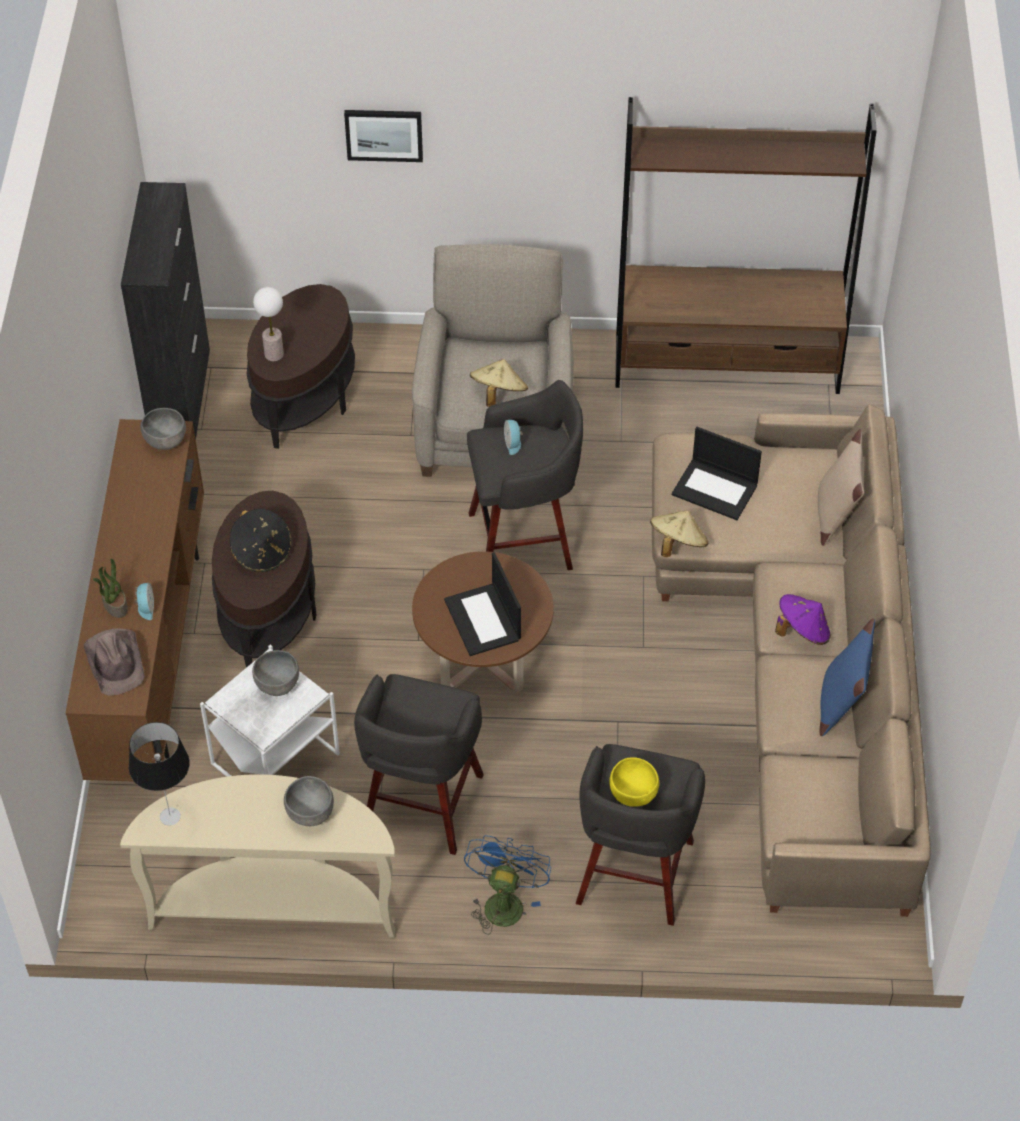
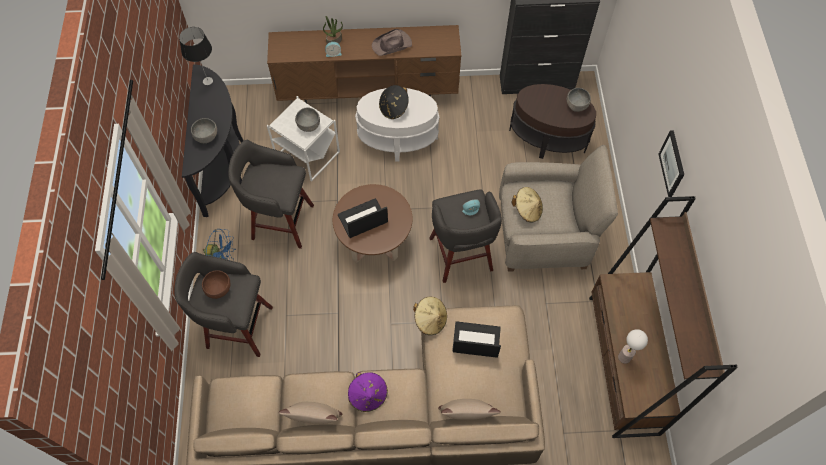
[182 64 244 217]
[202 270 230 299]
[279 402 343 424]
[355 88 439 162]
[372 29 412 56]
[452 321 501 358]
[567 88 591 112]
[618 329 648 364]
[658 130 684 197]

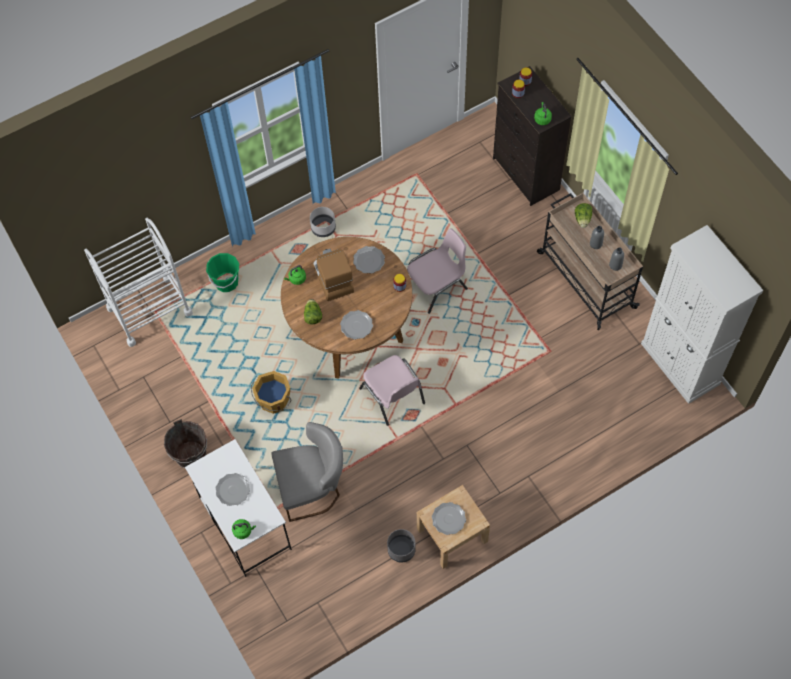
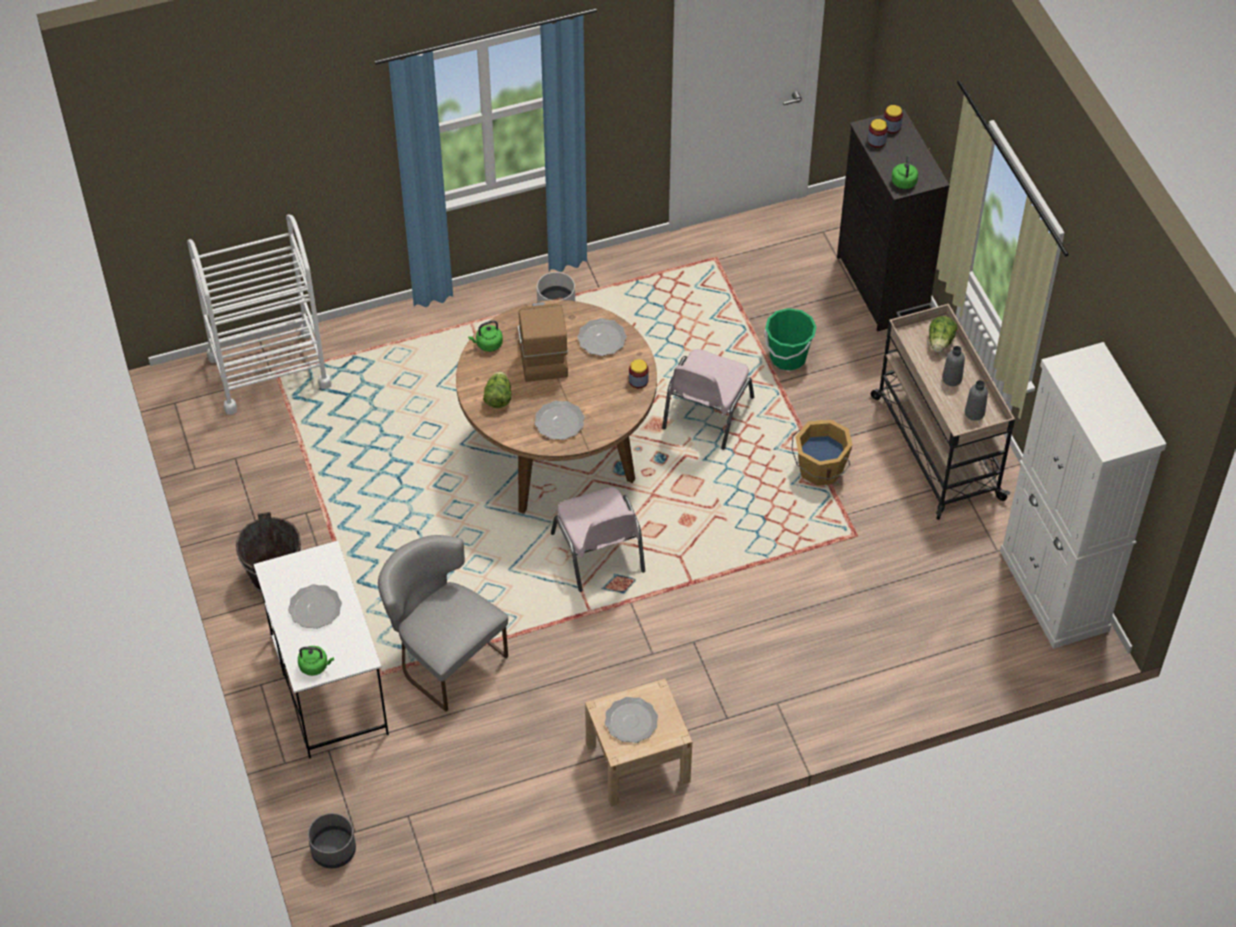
[308 813 356 868]
[378 535 508 712]
[662 349 754 450]
[764 308 817 371]
[792 420 852 486]

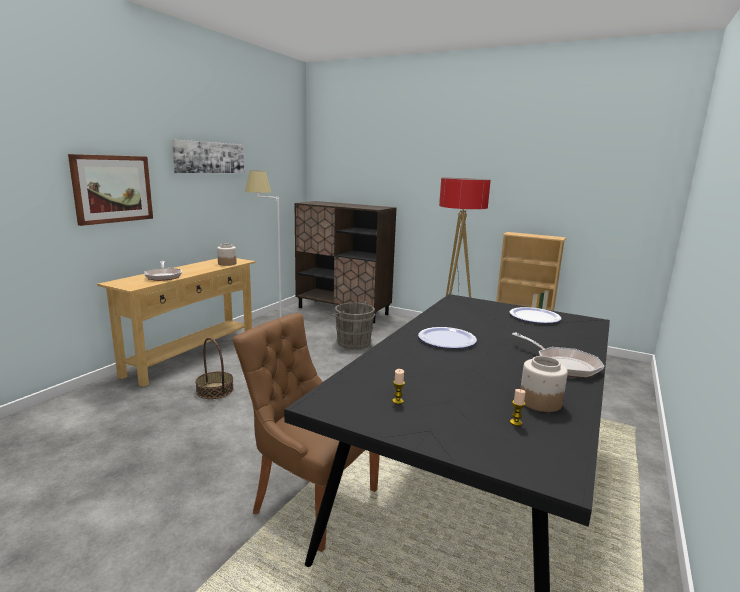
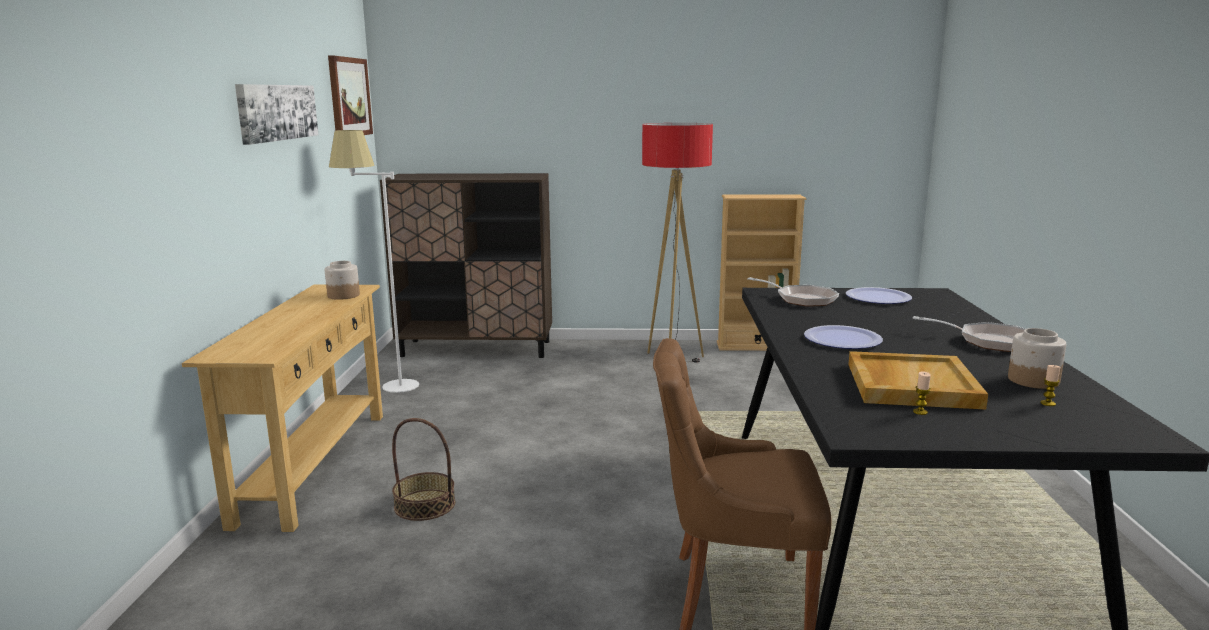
[328 55 373 135]
[747 277 839 306]
[848 351 988 410]
[329 302 375 349] (first image)

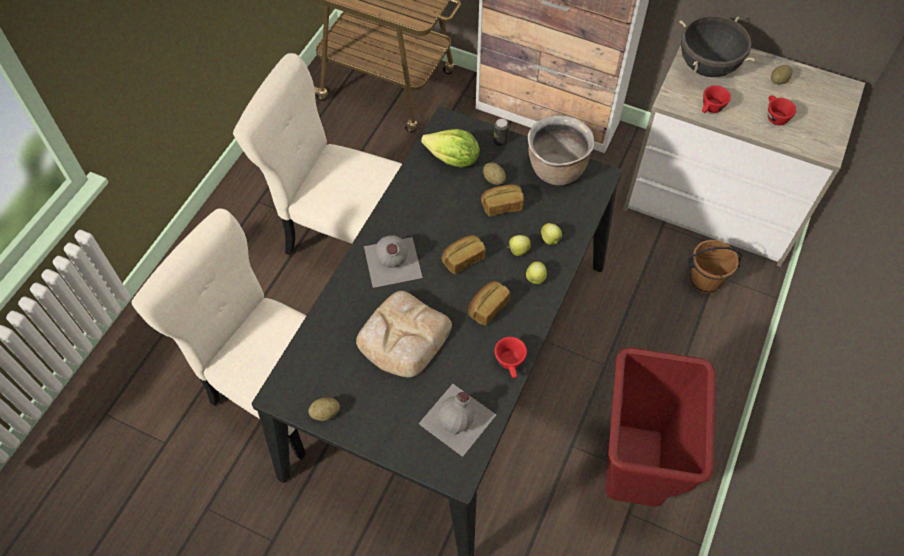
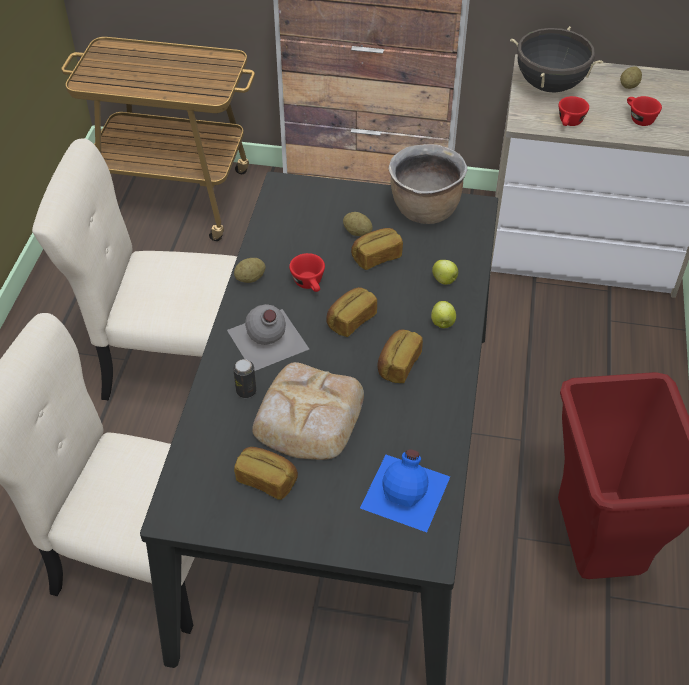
[233 359 256 398]
[234 258 265 283]
[234 447 298 500]
[289 253 325 292]
[360 449 450 532]
[421 129 480 168] (first image)
[507 235 531 256] (first image)
[688 240 743 294] (first image)

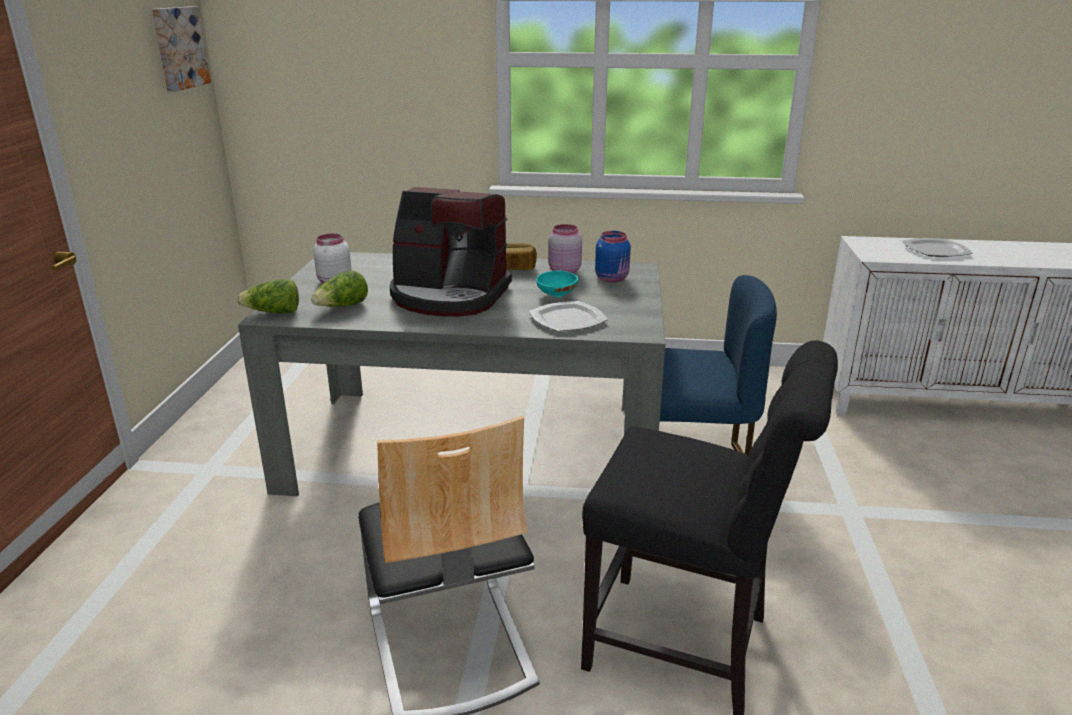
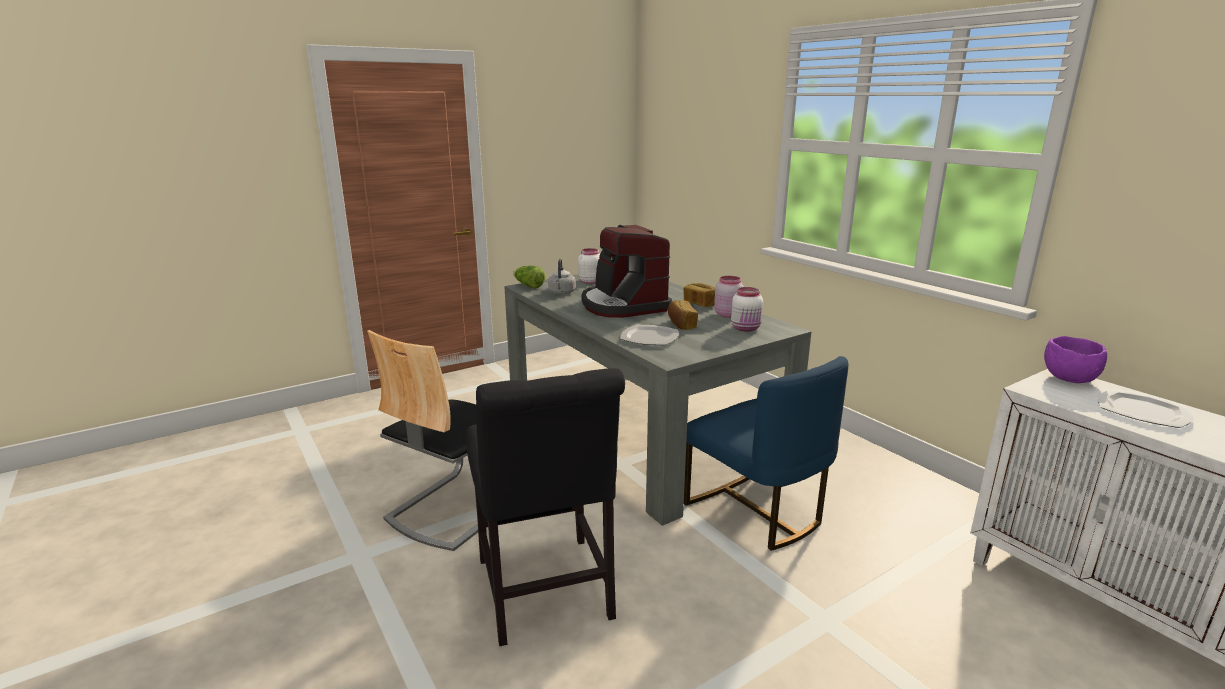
[548 259 576 295]
[668 300 698 330]
[731 287 763 332]
[1044 336 1107 383]
[152 6 211 92] (first image)

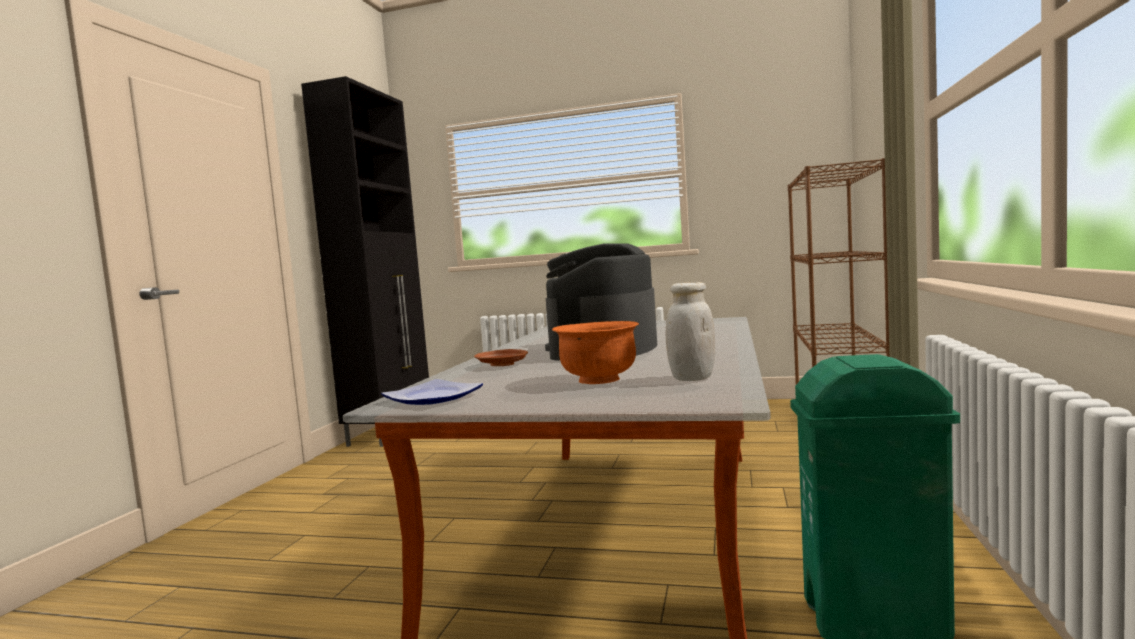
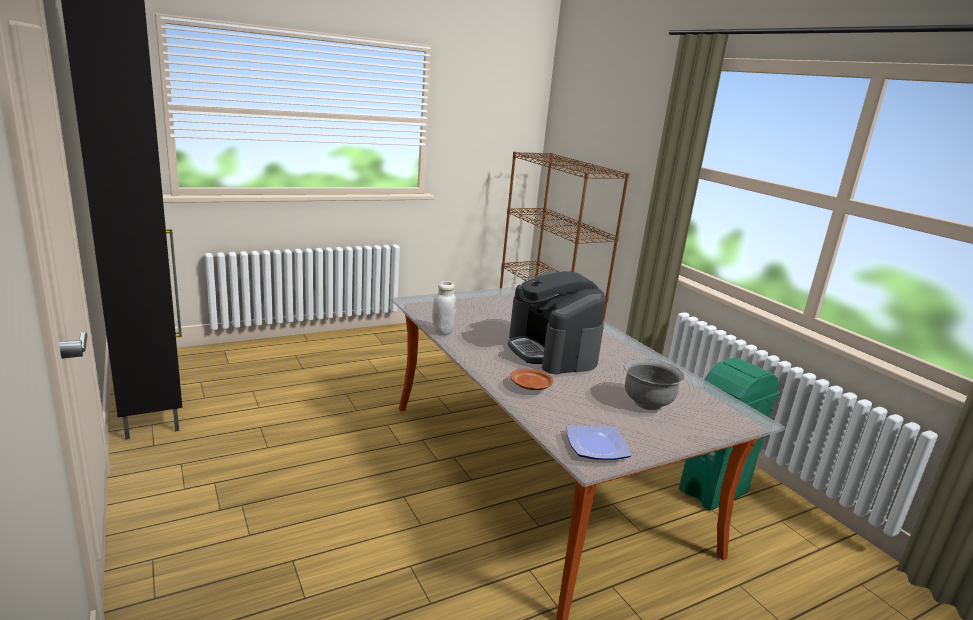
[432 281 456 335]
[624 358 685 410]

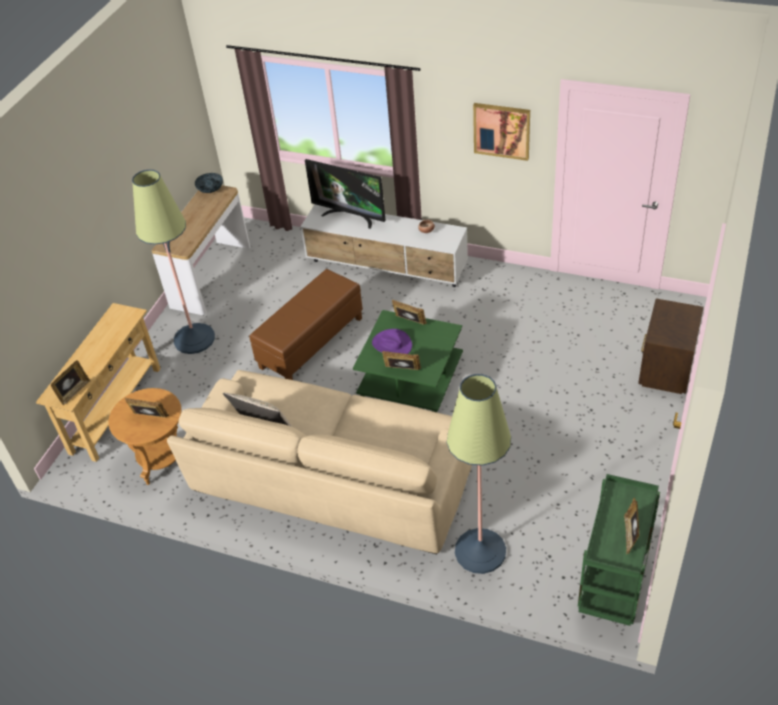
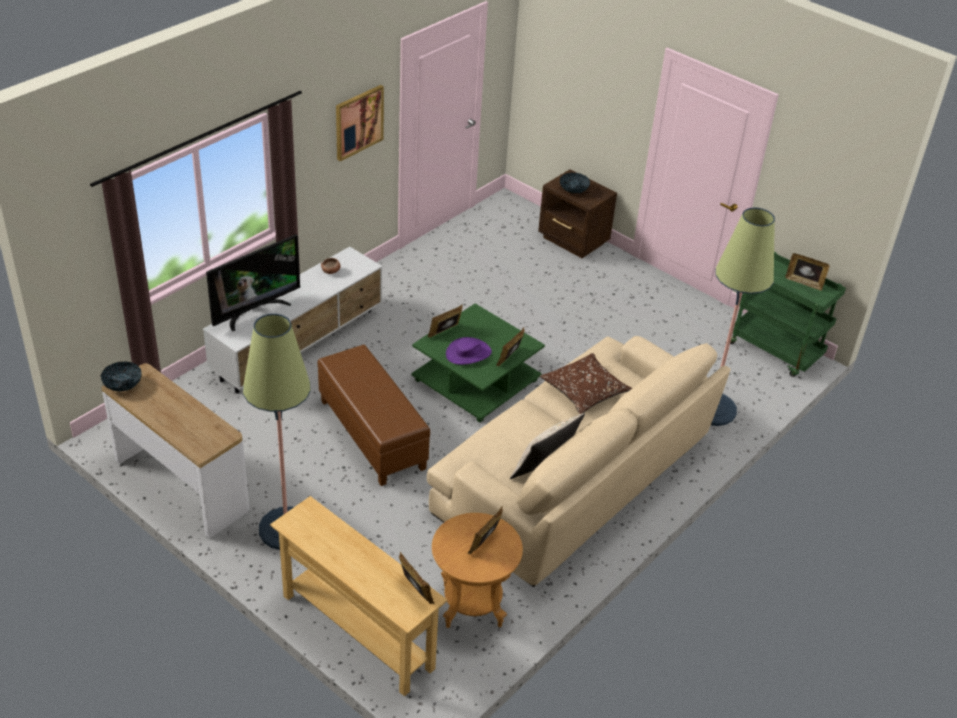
[540 353 632 414]
[560 173 590 193]

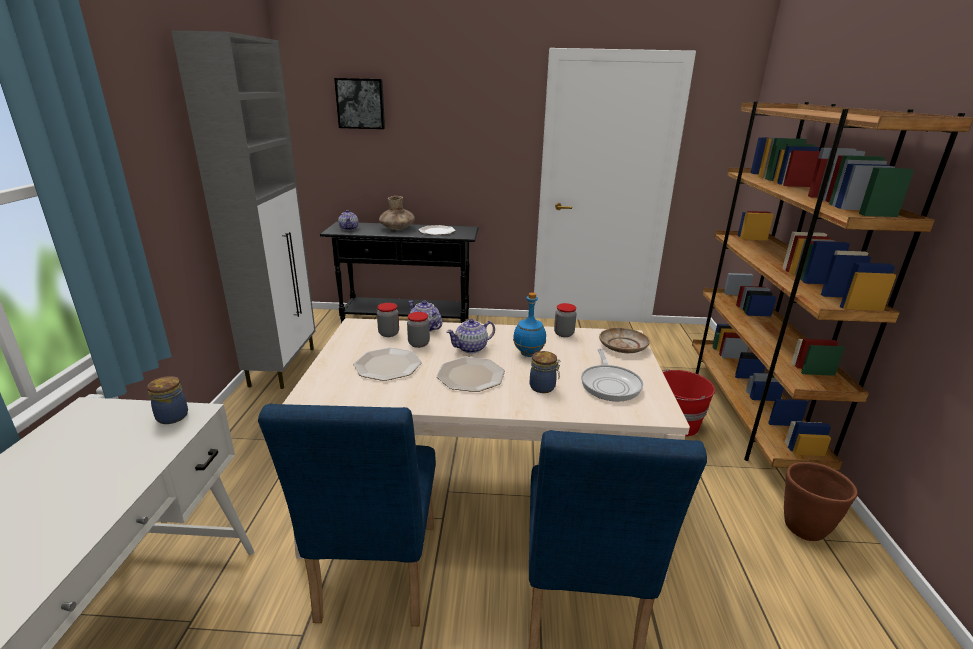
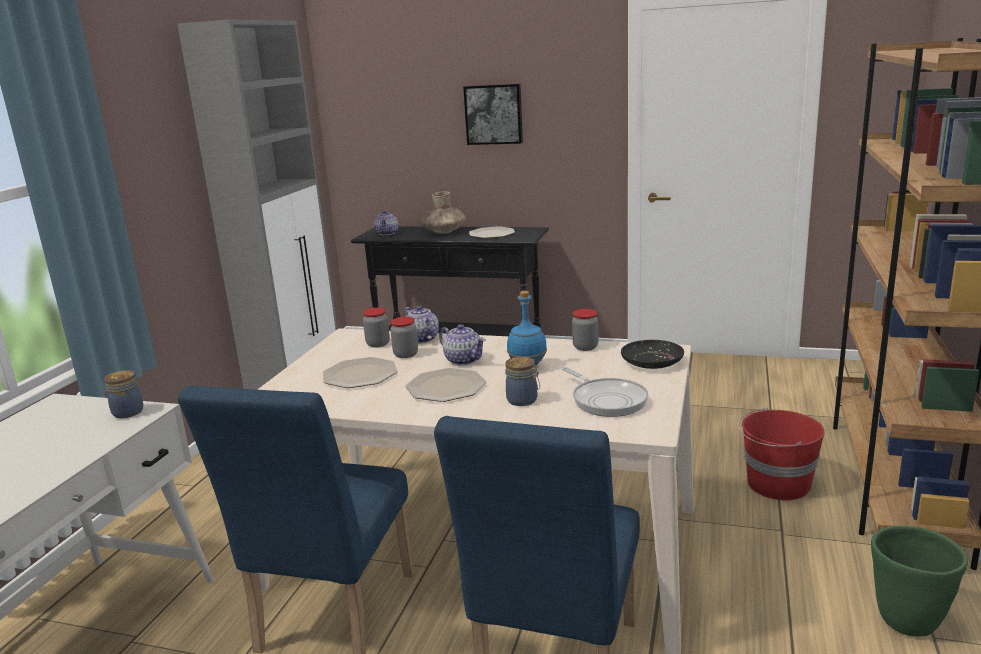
[439 324 486 365]
[463 84 523 145]
[562 367 648 417]
[621 340 684 369]
[871 526 968 637]

